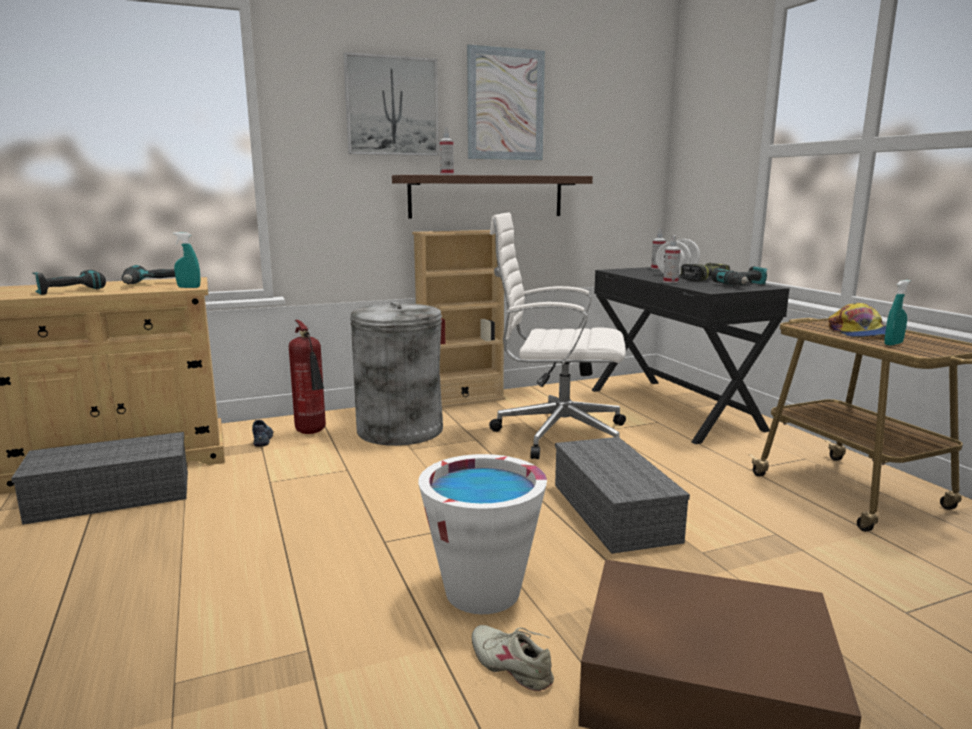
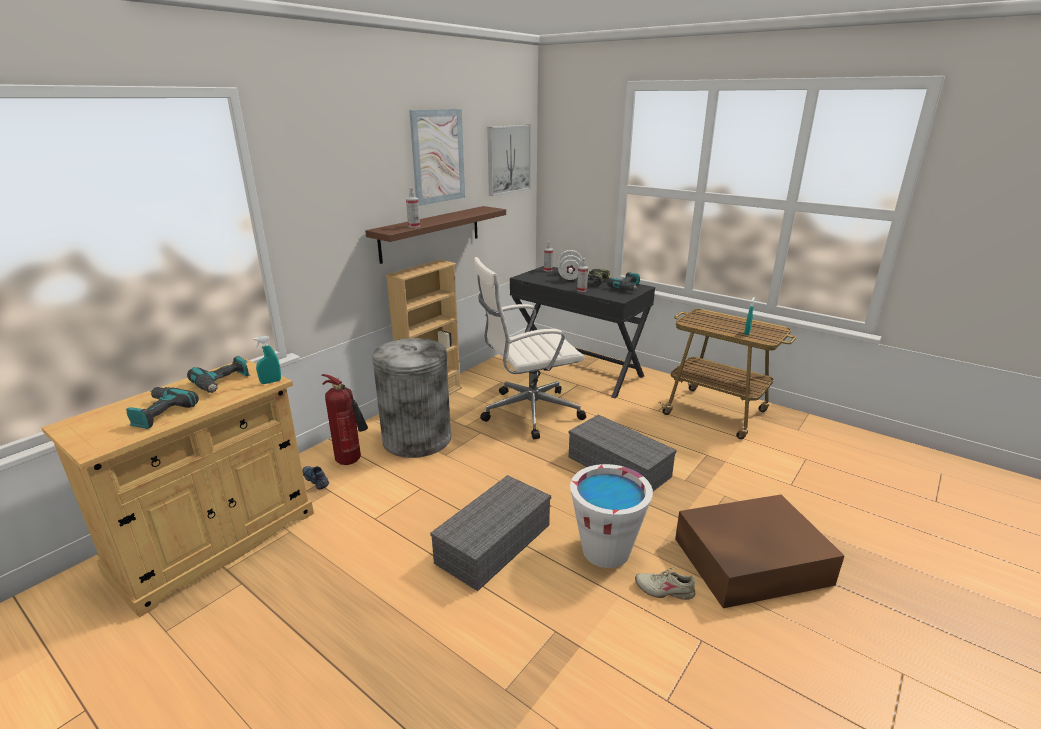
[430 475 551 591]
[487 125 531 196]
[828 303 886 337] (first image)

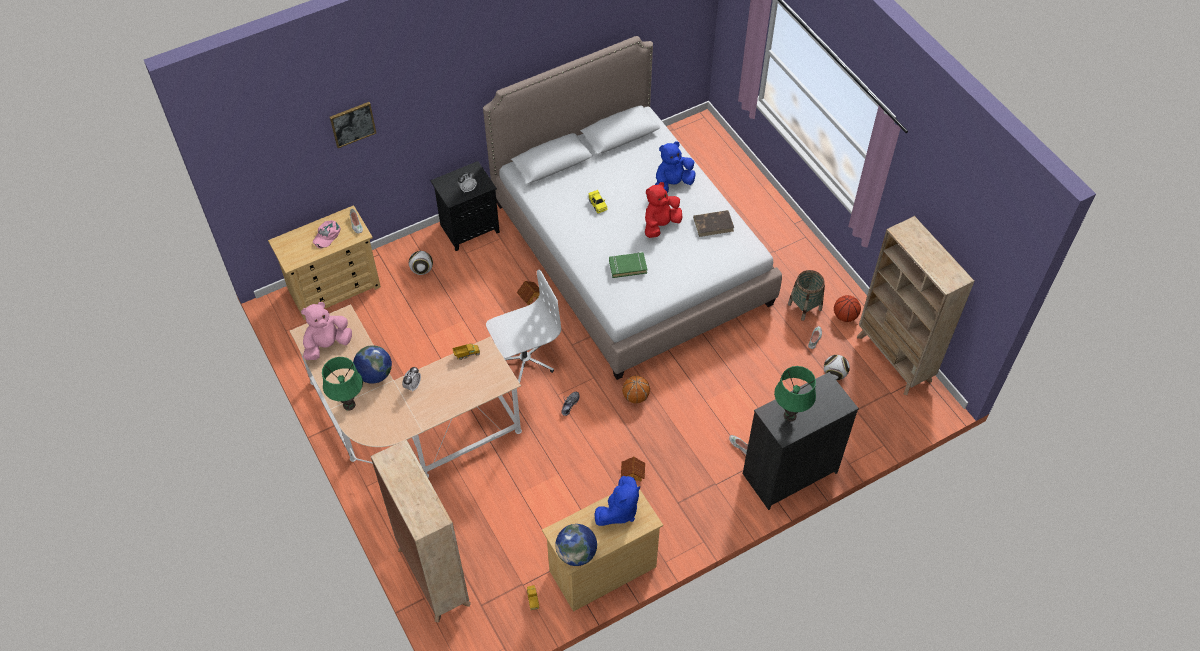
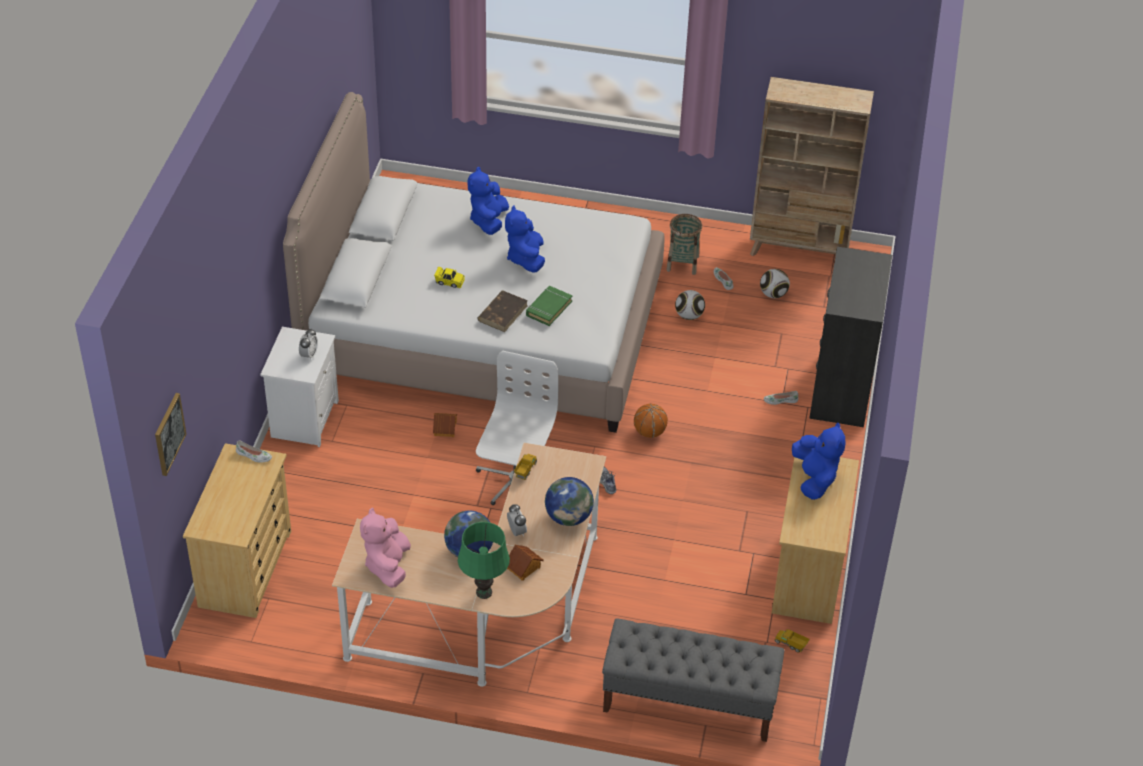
[155 393 186 476]
[260 327 339 447]
[477 291 528 332]
[505 206 545 273]
[507 545 544 581]
[545 477 594 526]
[602 618 785 742]
[675 290 705 320]
[313 220 341 249] (first image)
[774 366 816 421] (first image)
[834 295 861 322] (first image)

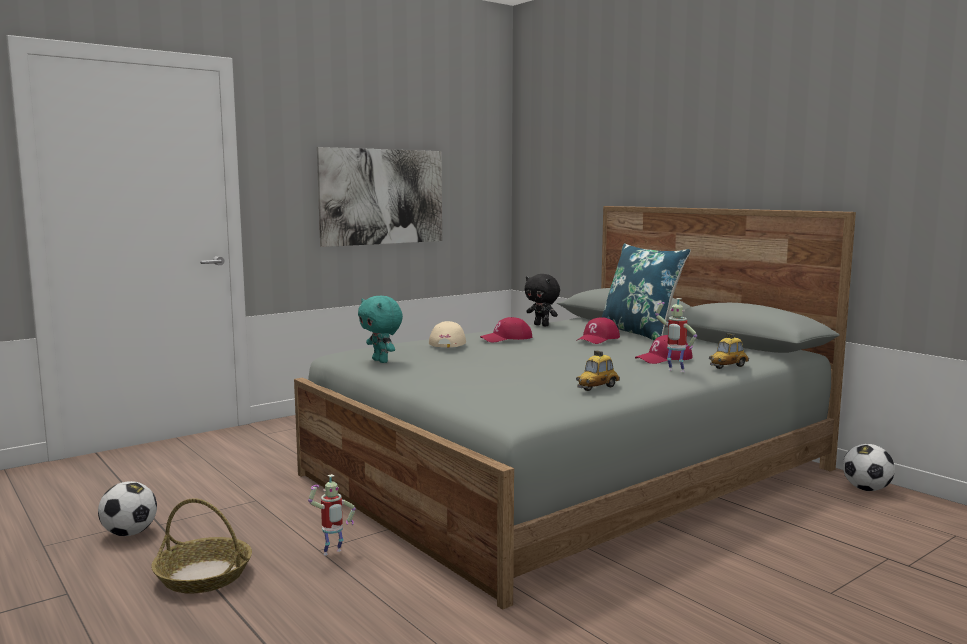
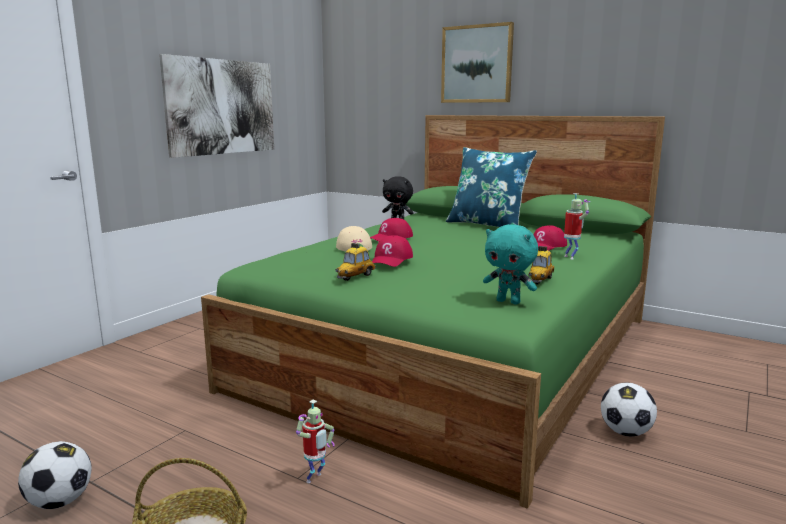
[201 115 665 509]
[335 243 376 281]
[372 235 413 267]
[441 22 514 103]
[483 224 538 305]
[564 193 590 260]
[601 383 657 436]

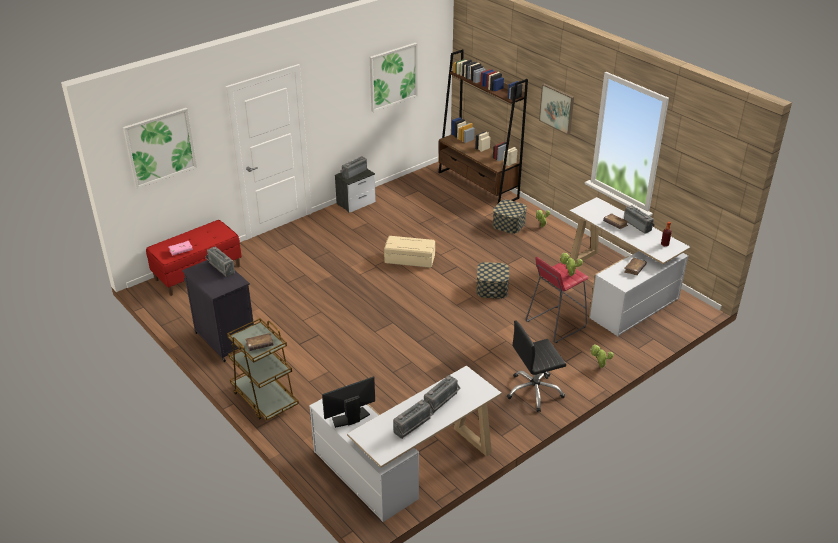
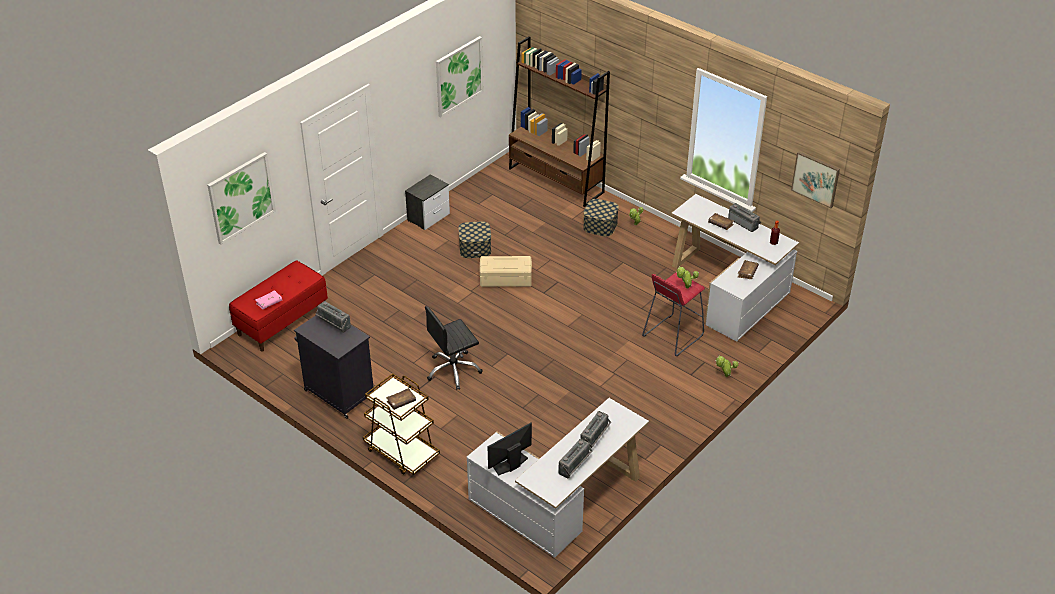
[425 306 483 390]
[458 221 491 258]
[791 151 840 208]
[340 156 367 179] (first image)

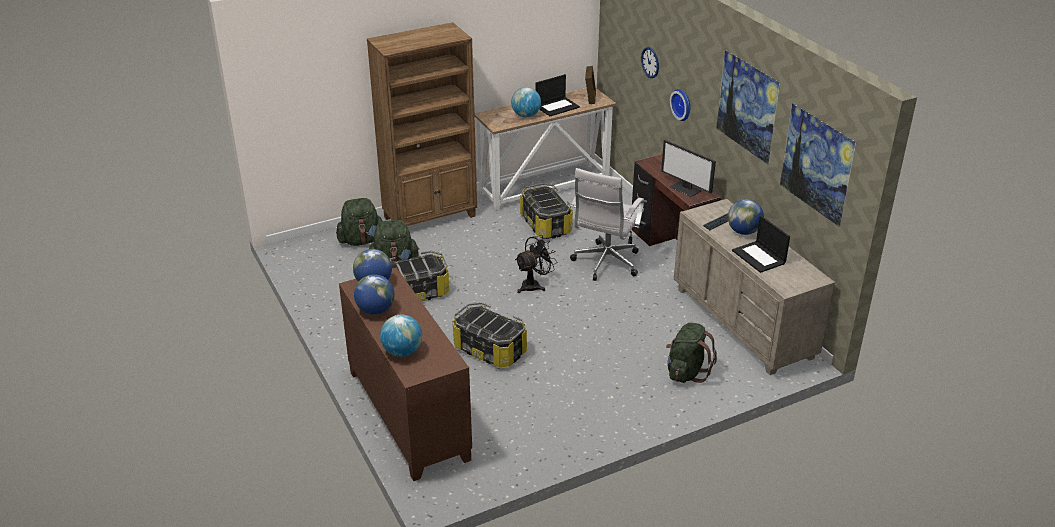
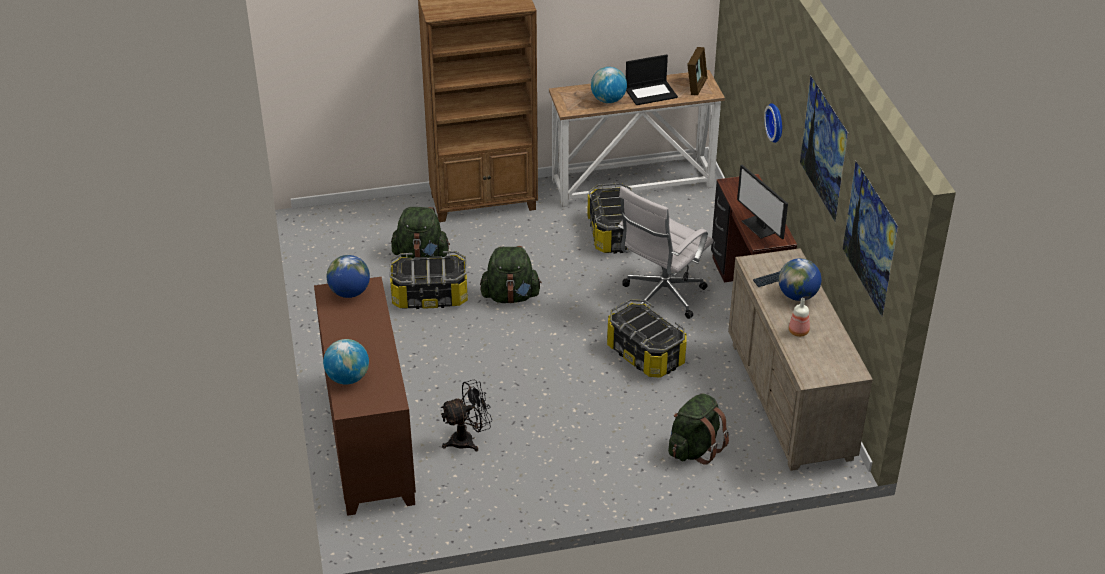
[441 379 492 451]
[480 246 542 304]
[607 299 687 378]
[789 298 810 337]
[354 274 395 315] (first image)
[641 47 659 78] (first image)

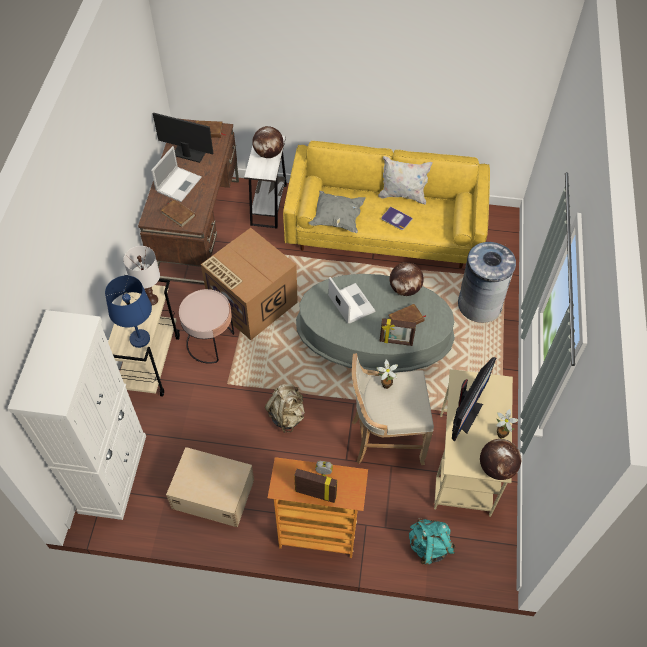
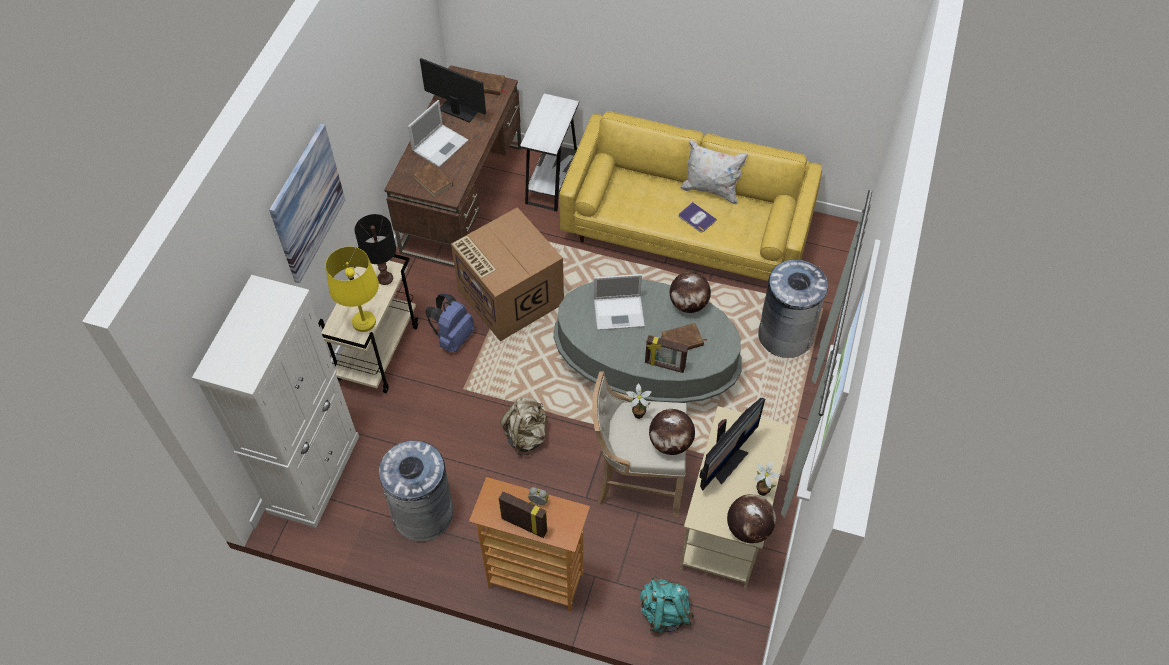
[269 123 345 283]
[326 247 379 332]
[354 214 396 285]
[379 440 453 541]
[425 294 474 352]
[594 274 645 330]
[649 409 695 455]
[308 191 366 233] (first image)

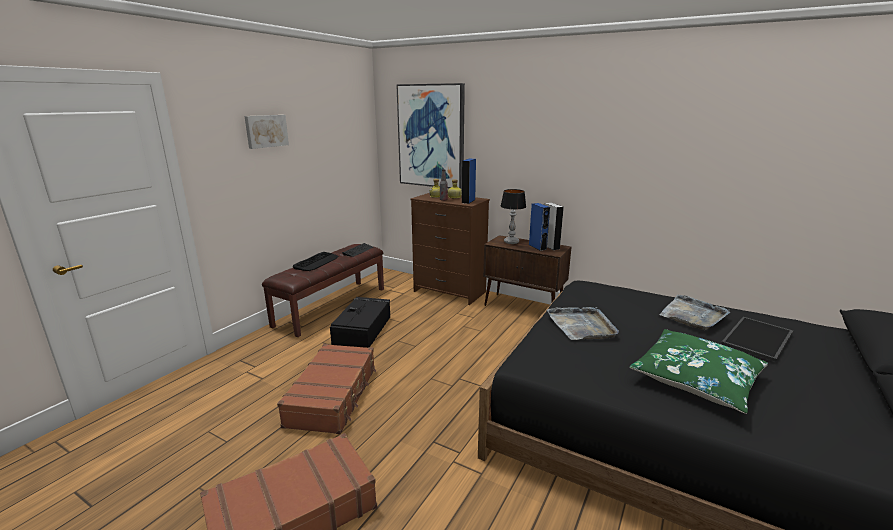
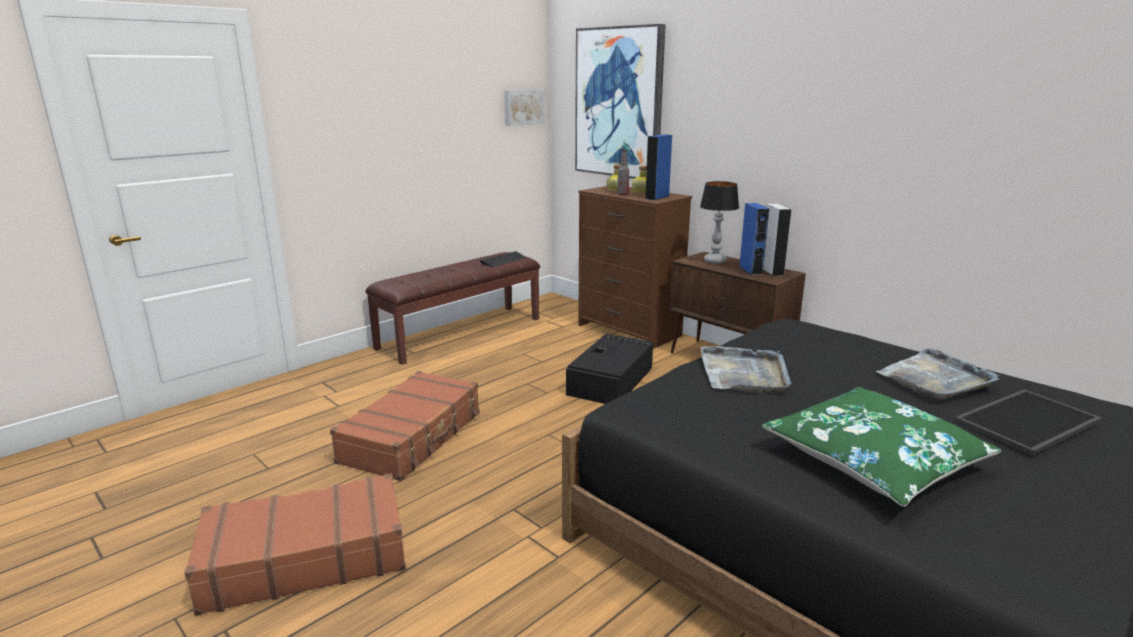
[504 89 546 126]
[566 334 654 404]
[293 252 339 271] (first image)

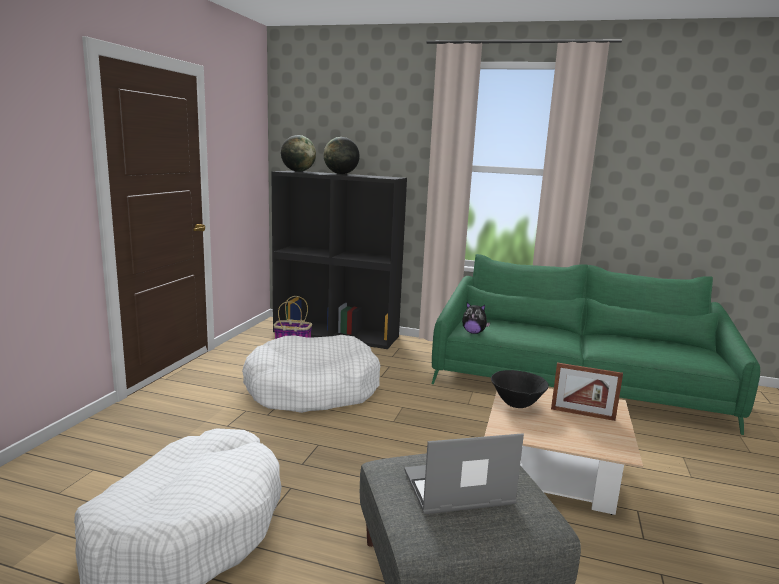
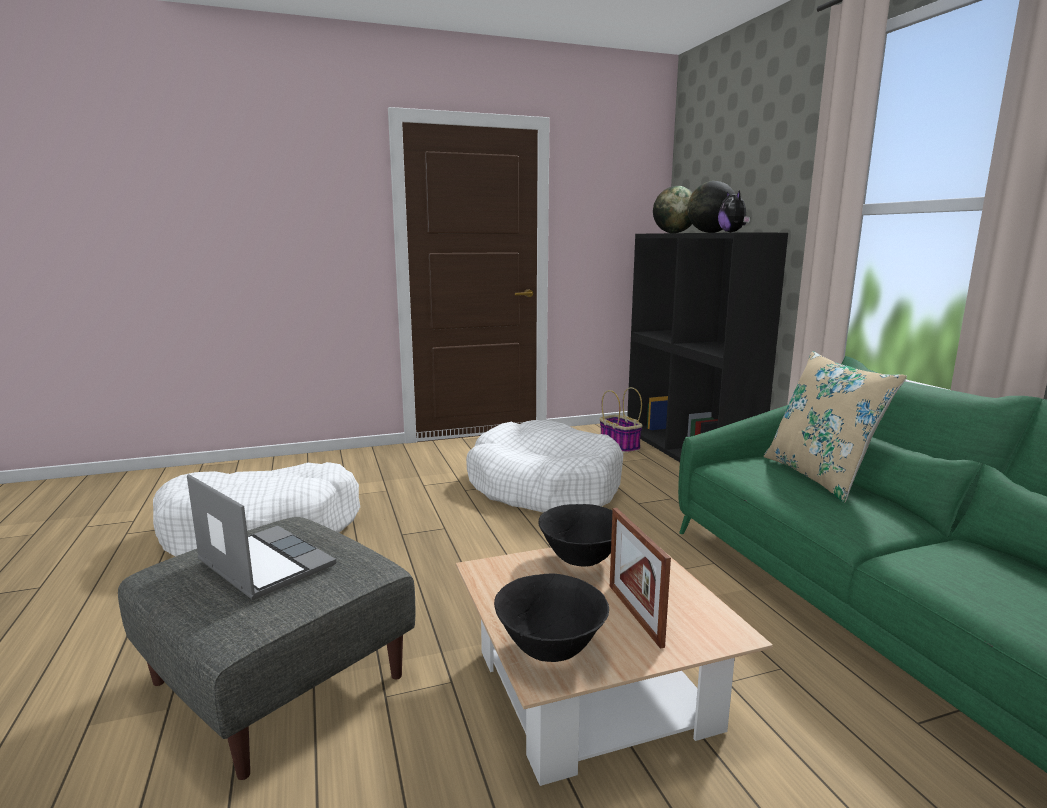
[494 574 609 662]
[718 190 750 232]
[764 351 907 503]

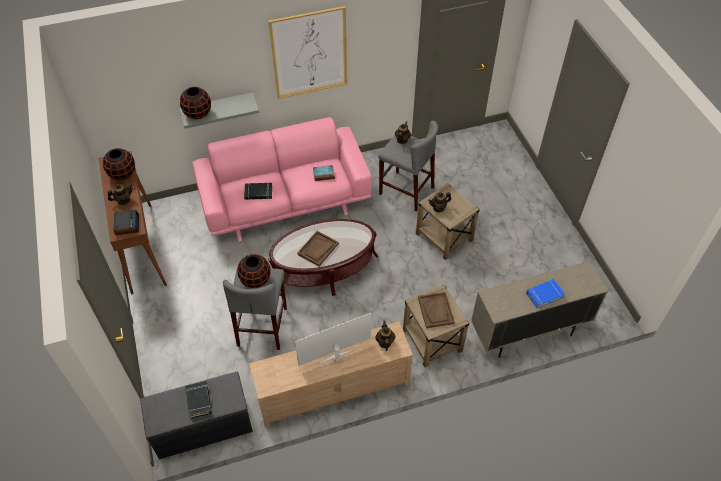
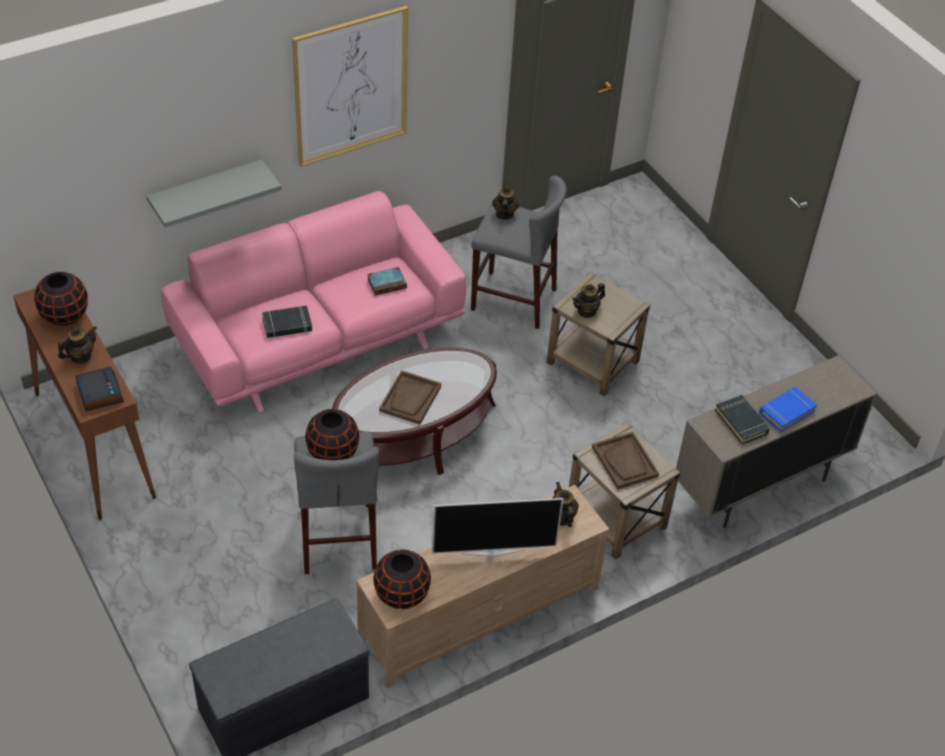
[373 550 431 609]
[432 498 563 557]
[715 395 770 445]

